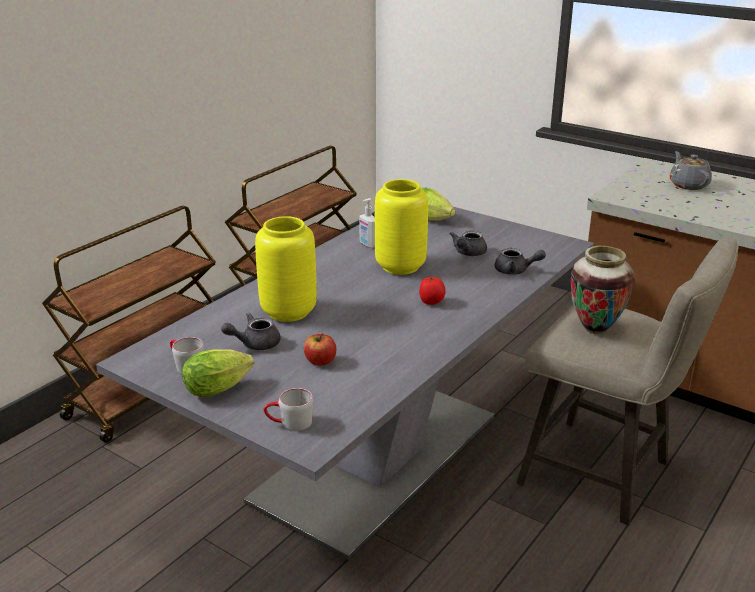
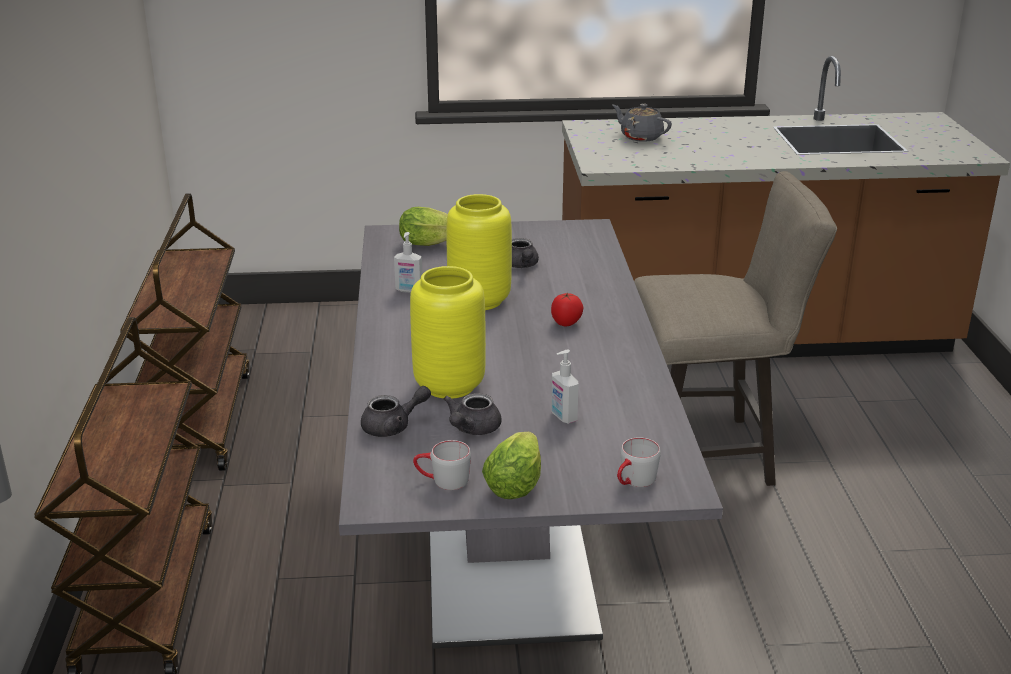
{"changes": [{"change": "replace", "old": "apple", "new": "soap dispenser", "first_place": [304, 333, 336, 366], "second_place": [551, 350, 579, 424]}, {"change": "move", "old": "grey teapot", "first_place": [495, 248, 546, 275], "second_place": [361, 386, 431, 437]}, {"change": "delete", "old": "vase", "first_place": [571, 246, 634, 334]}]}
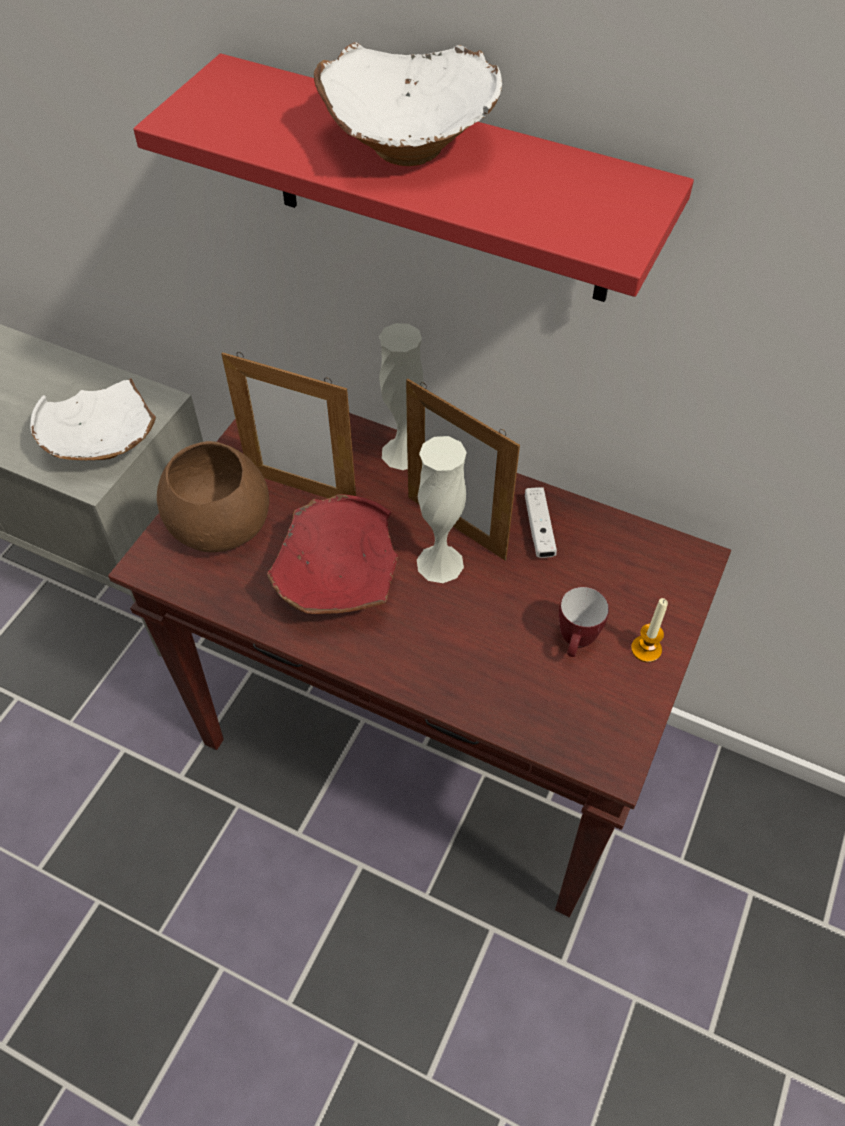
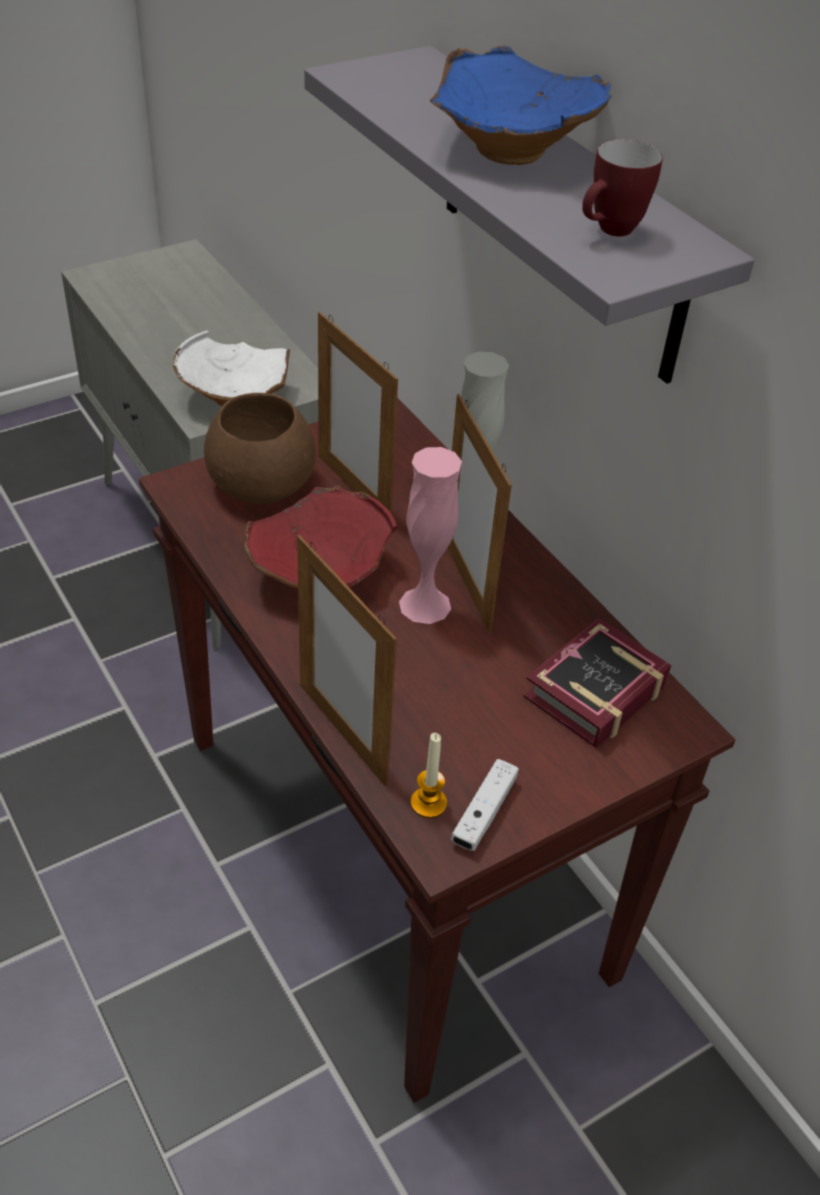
{"changes": [{"change": "recolor", "old": "red shelf", "new": "grey shelf", "first_place": [133, 54, 694, 302], "second_place": [304, 46, 754, 384]}, {"change": "recolor", "old": "white bowl", "new": "blue bowl", "first_place": [314, 42, 502, 166], "second_place": [430, 46, 612, 165]}, {"change": "recolor", "old": "white vase", "new": "pink vase", "first_place": [417, 436, 467, 583], "second_place": [399, 447, 462, 624]}, {"change": "move", "old": "white game controller", "first_place": [525, 487, 557, 558], "second_place": [451, 759, 519, 851]}, {"change": "move", "old": "mug", "first_place": [559, 587, 609, 657], "second_place": [582, 139, 663, 237]}, {"change": "move", "old": "candle", "first_place": [631, 598, 668, 663], "second_place": [411, 733, 447, 818]}, {"change": "insert", "new": "picture frame", "second_place": [297, 535, 397, 787]}, {"change": "insert", "new": "book", "second_place": [524, 618, 671, 748]}]}
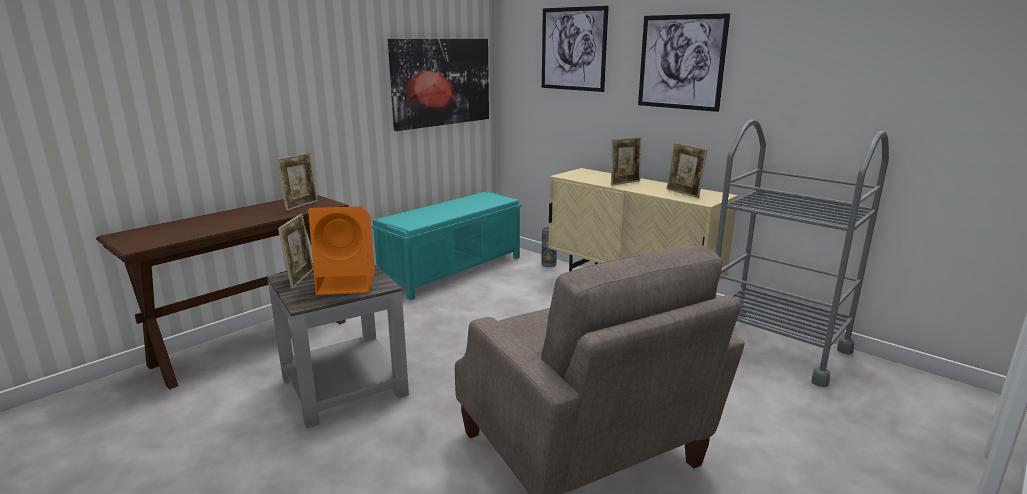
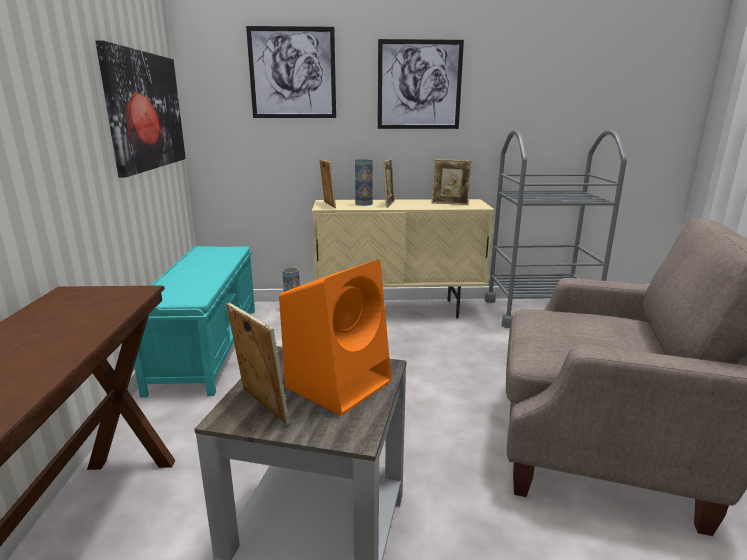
{"changes": [{"change": "move", "old": "picture frame", "first_place": [277, 153, 318, 211], "second_place": [319, 159, 336, 208]}, {"change": "insert", "new": "vase", "second_place": [355, 158, 373, 206]}]}
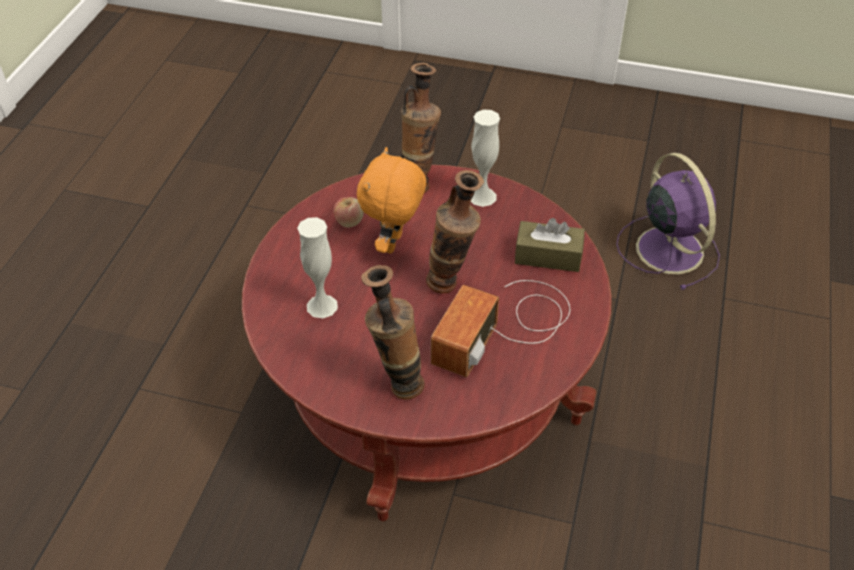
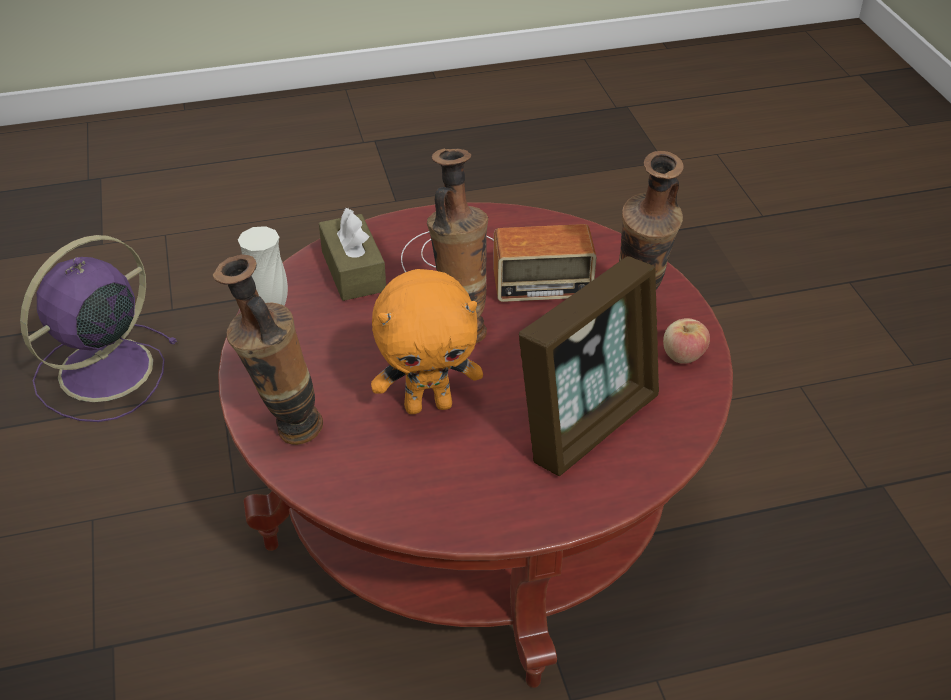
{"changes": [{"change": "replace", "old": "white vase", "new": "picture frame", "first_place": [297, 217, 338, 318], "second_place": [519, 256, 659, 476]}, {"change": "move", "old": "apple", "first_place": [333, 197, 363, 228], "second_place": [663, 318, 710, 364]}]}
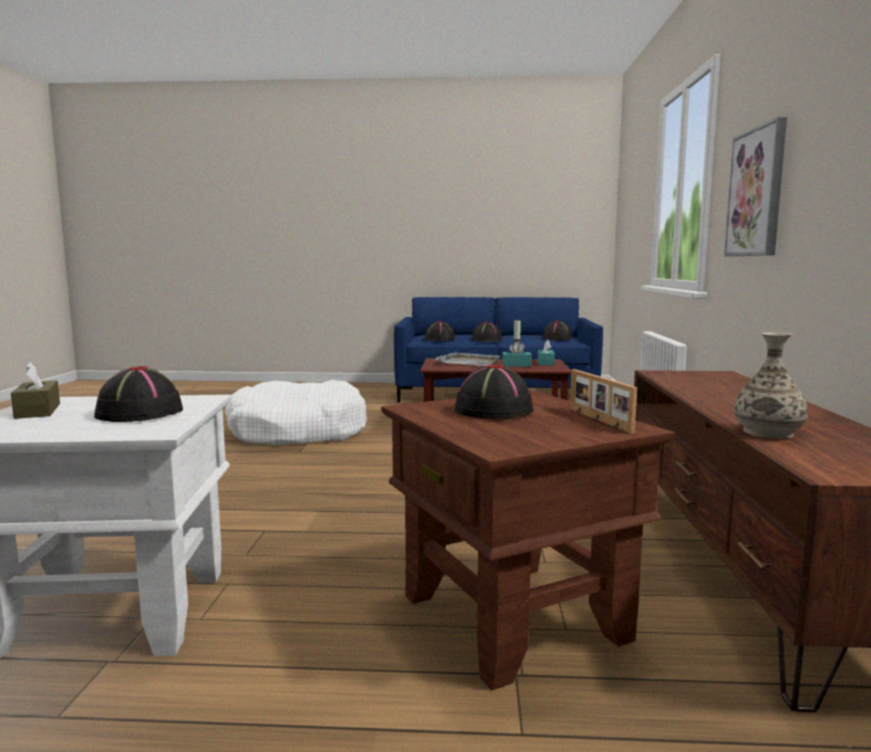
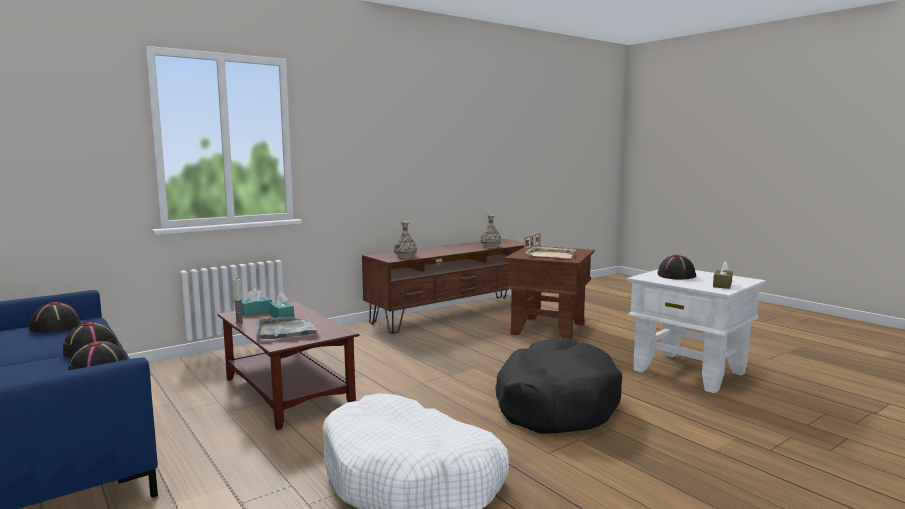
{"changes": [{"change": "replace", "old": "black hat", "new": "beige tray", "first_place": [454, 364, 534, 419], "second_place": [526, 246, 575, 258]}, {"change": "delete", "old": "picture", "first_place": [724, 117, 787, 256]}, {"change": "insert", "new": "vase", "second_place": [394, 221, 417, 258]}, {"change": "insert", "new": "black dog bed", "second_place": [495, 339, 622, 433]}]}
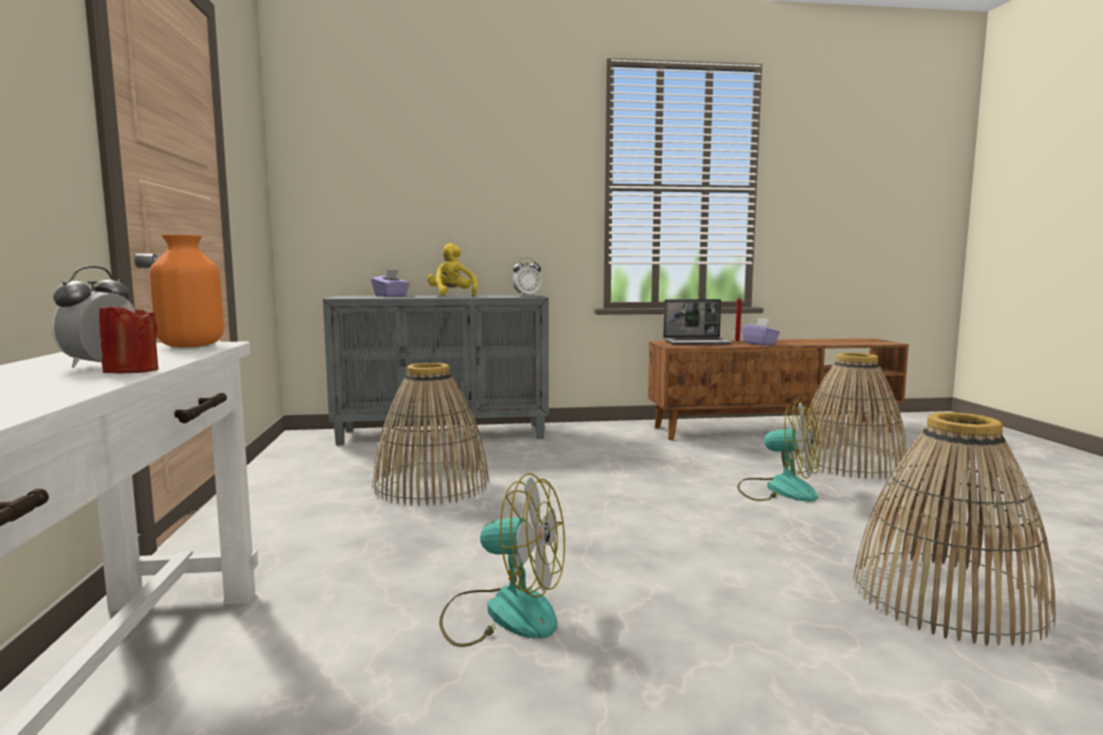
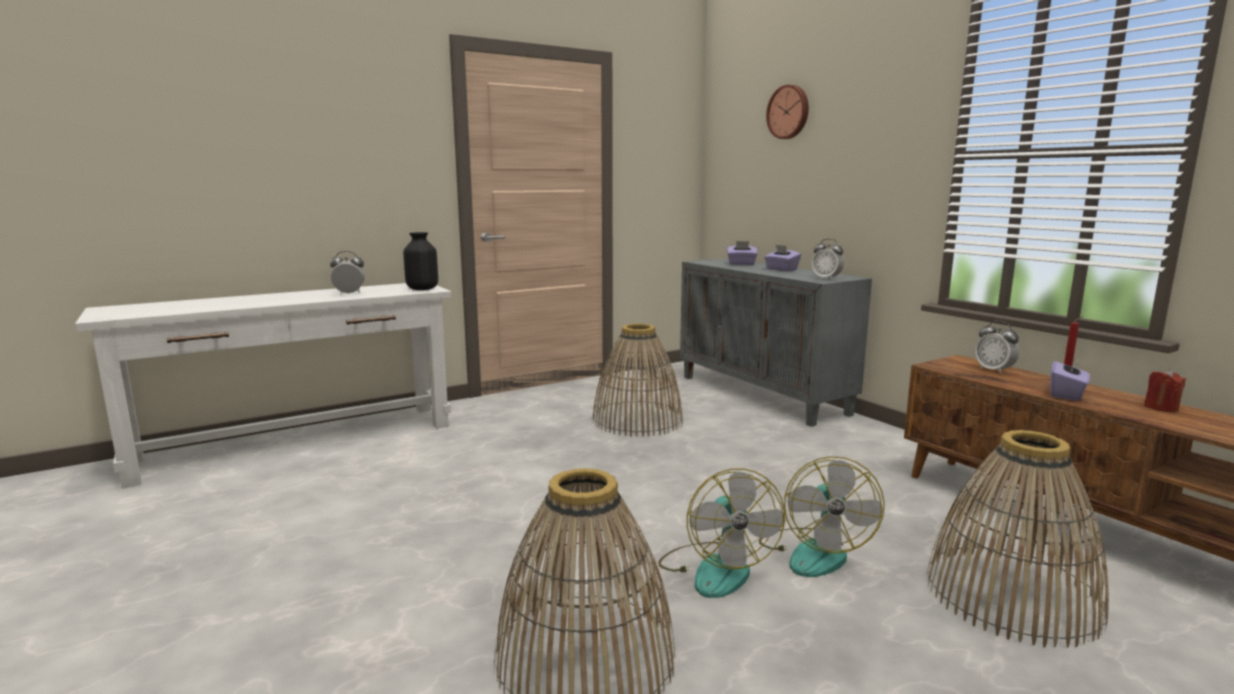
{"changes": [{"change": "move", "old": "red candle", "first_place": [99, 300, 159, 374], "second_place": [1144, 369, 1186, 412]}, {"change": "recolor", "old": "orange vase", "new": "black vase", "first_place": [150, 235, 224, 347], "second_place": [403, 232, 438, 290]}, {"change": "replace", "old": "yellow plush toy", "new": "purple tissue box", "first_place": [427, 243, 478, 297], "second_place": [764, 245, 801, 271]}, {"change": "move", "old": "fan", "first_place": [439, 473, 565, 647], "second_place": [658, 468, 785, 598]}, {"change": "replace", "old": "laptop", "new": "alarm clock", "first_place": [663, 299, 733, 345], "second_place": [975, 321, 1020, 374]}, {"change": "insert", "new": "wall clock", "second_place": [766, 85, 809, 139]}]}
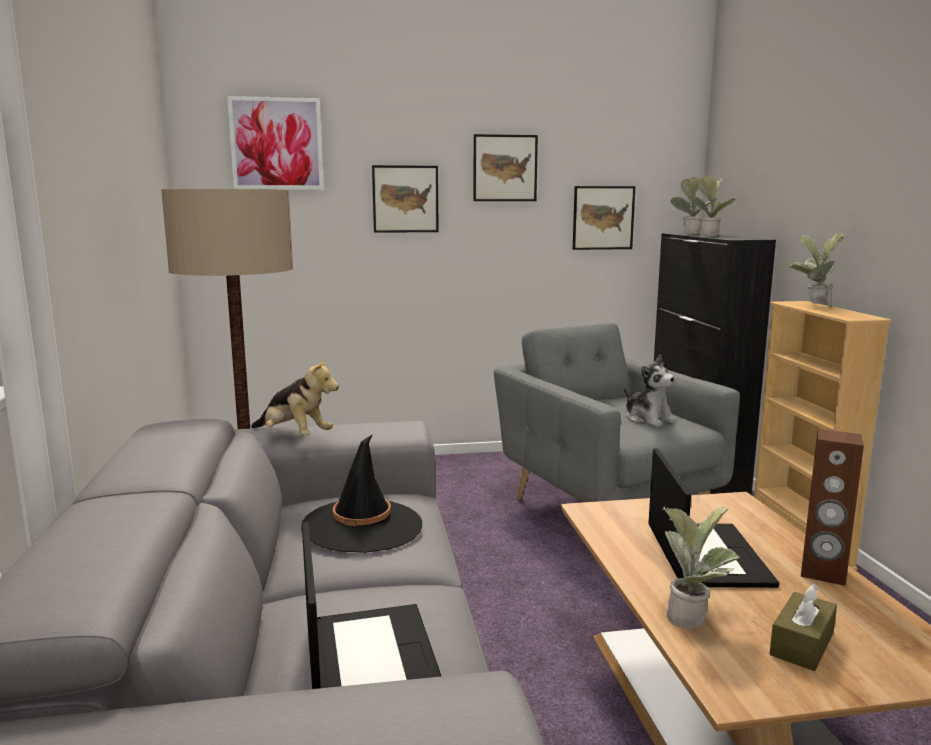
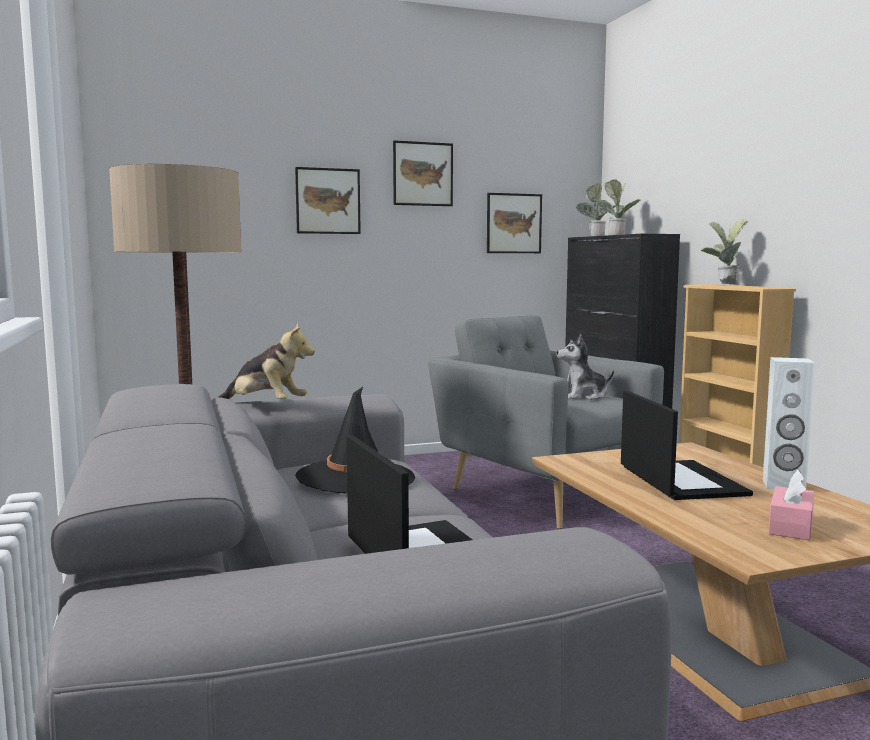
{"changes": [{"change": "delete", "old": "picture", "first_place": [227, 96, 324, 190]}, {"change": "rotate", "old": "plush toy", "first_place": [624, 354, 677, 427], "second_place": [557, 334, 614, 400], "degrees": 120}, {"change": "delete", "old": "potted plant", "first_place": [663, 506, 741, 629]}, {"change": "recolor", "old": "brown tissue box", "new": "pink tissue box", "first_place": [770, 583, 837, 671], "second_place": [768, 470, 814, 540]}, {"change": "recolor", "old": "brown speaker", "new": "white speaker", "first_place": [801, 429, 864, 586], "second_place": [763, 357, 815, 489]}]}
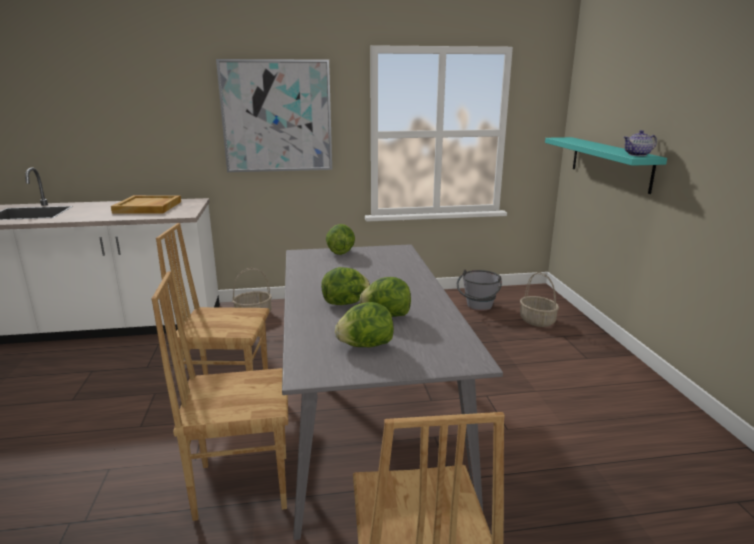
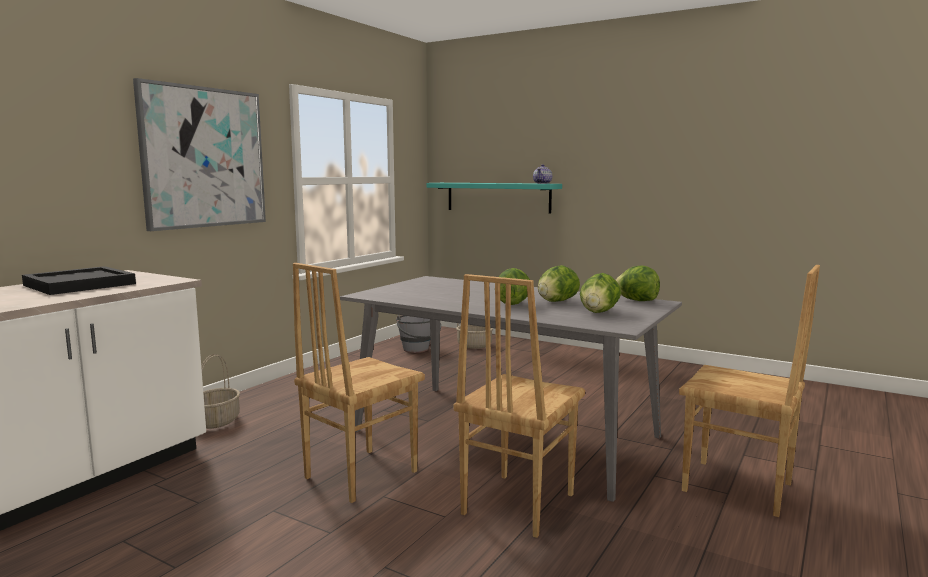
{"changes": [{"change": "recolor", "old": "beige tray", "new": "black tray", "first_place": [111, 195, 181, 213], "second_place": [22, 266, 136, 295]}, {"change": "move", "old": "lettuce", "first_place": [326, 224, 355, 255], "second_place": [616, 266, 660, 301]}]}
